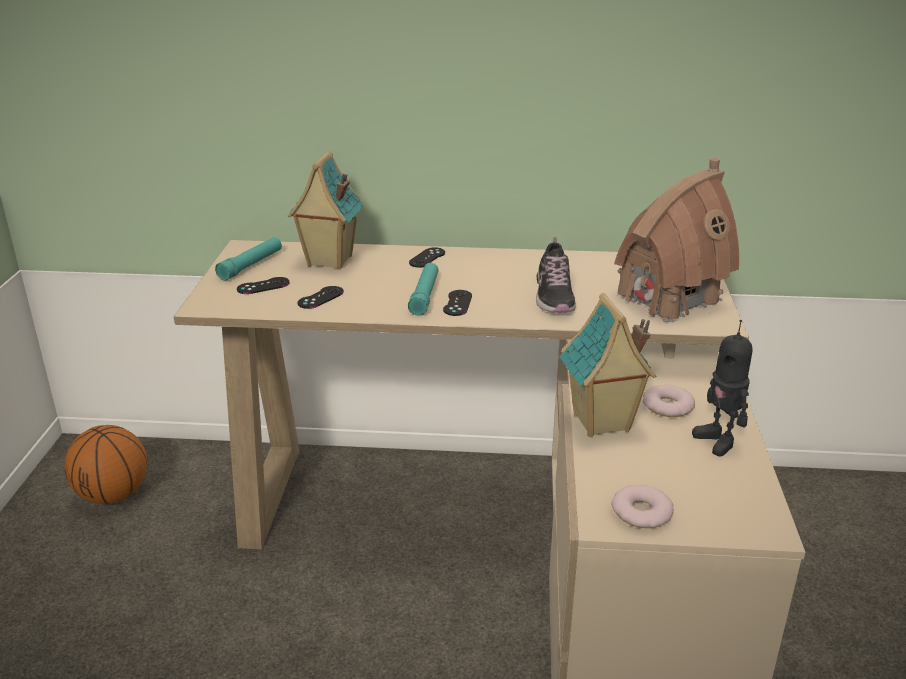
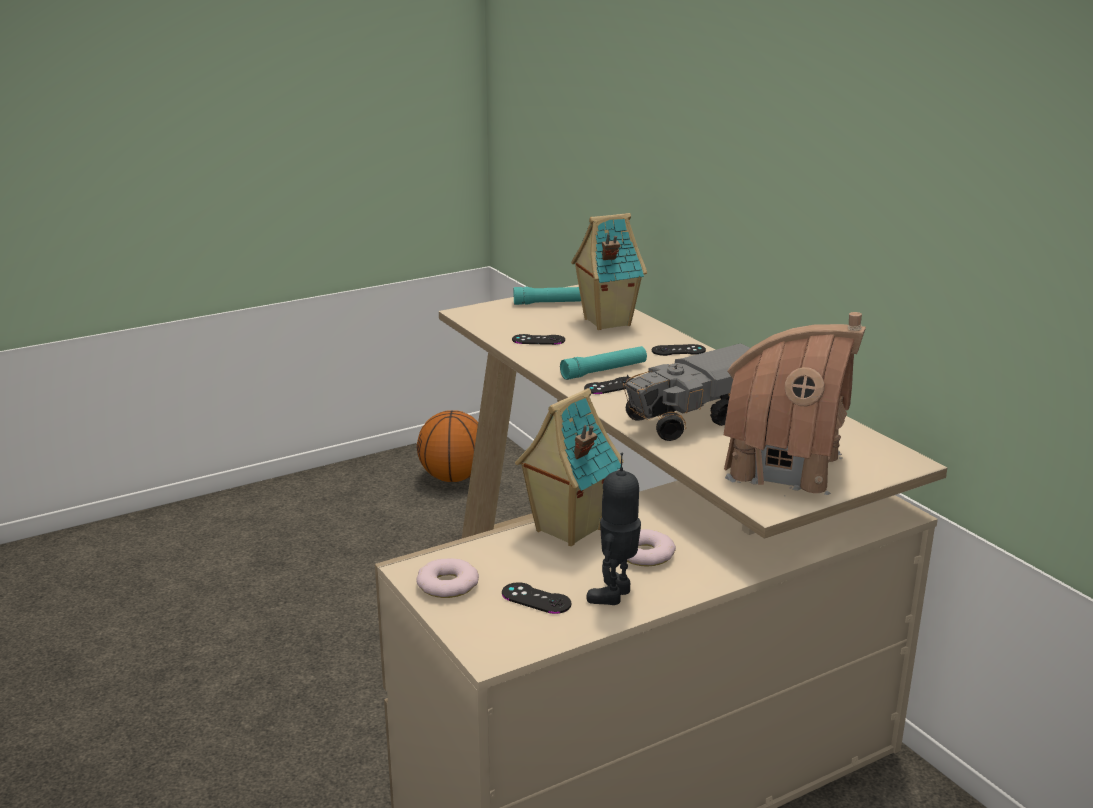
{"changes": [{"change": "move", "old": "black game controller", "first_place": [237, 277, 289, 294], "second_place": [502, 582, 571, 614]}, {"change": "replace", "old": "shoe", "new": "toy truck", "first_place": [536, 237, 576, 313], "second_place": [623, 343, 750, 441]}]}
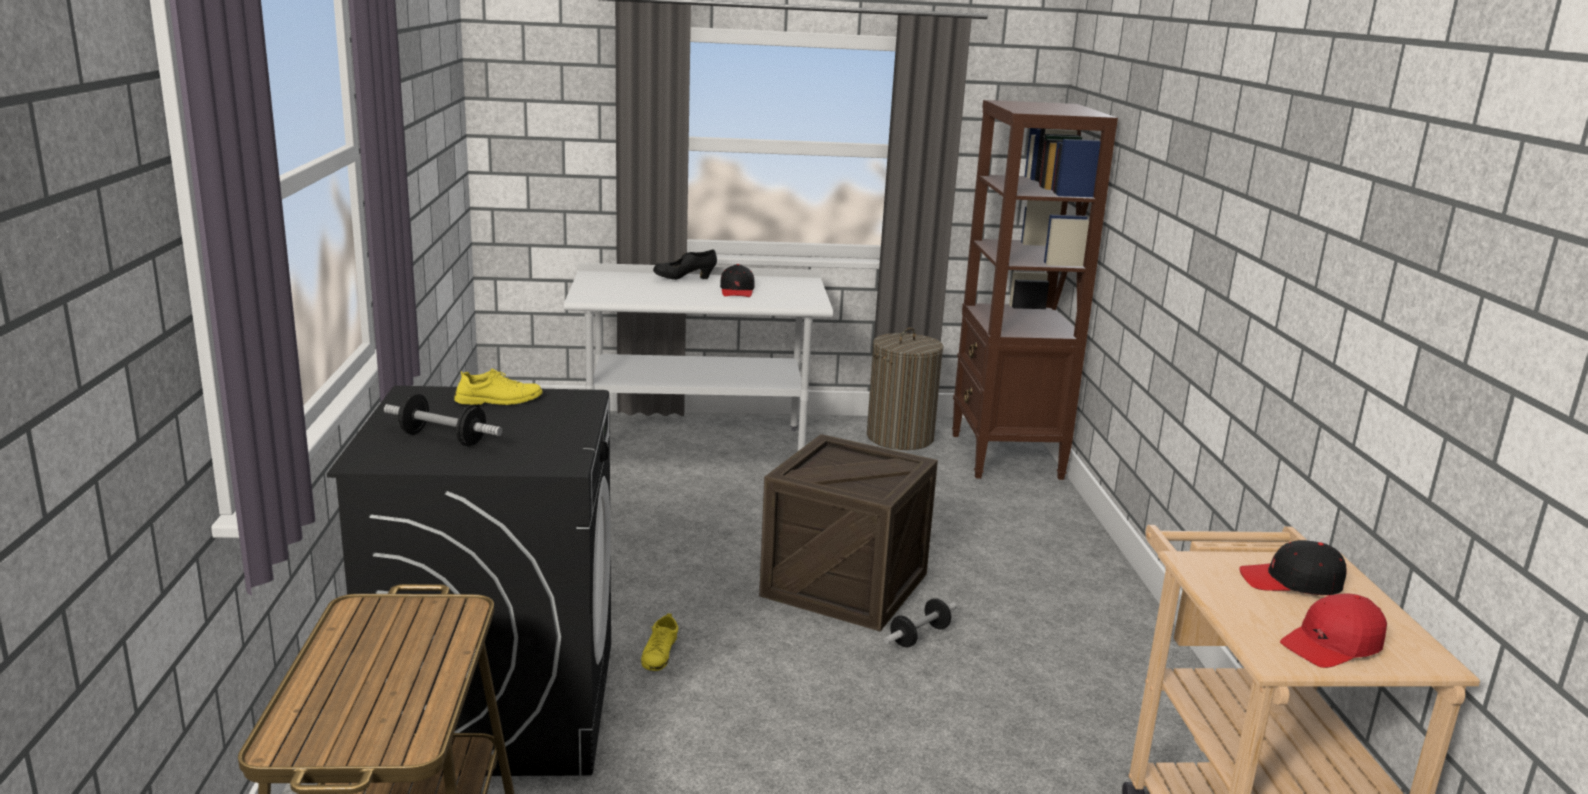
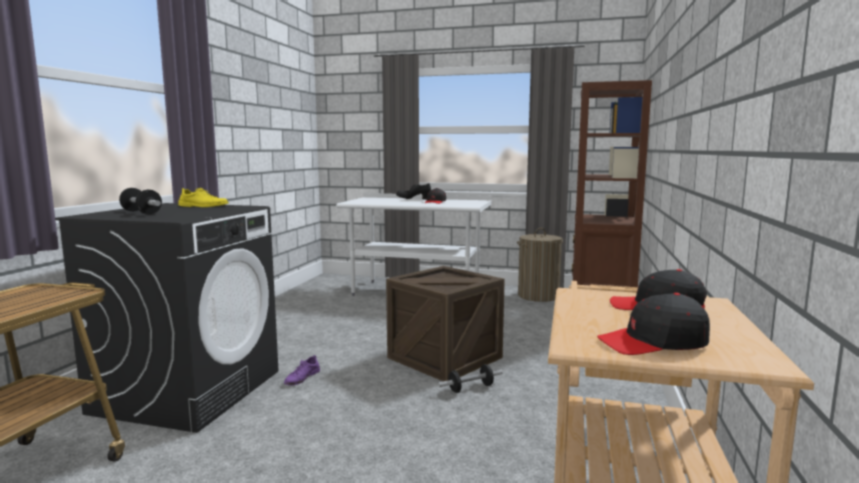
{"changes": [{"change": "recolor", "old": "yellow shoe", "new": "purple shoe", "first_place": [641, 613, 678, 671], "second_place": [284, 355, 320, 385]}, {"change": "recolor", "old": "red cap", "new": "black cap", "first_place": [1280, 594, 1387, 668], "second_place": [597, 293, 710, 355]}]}
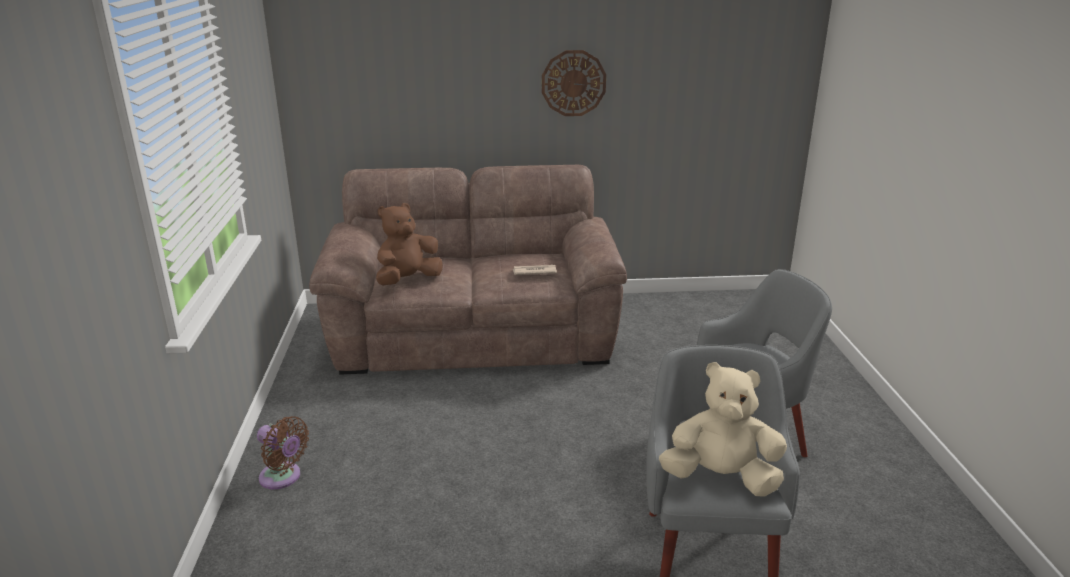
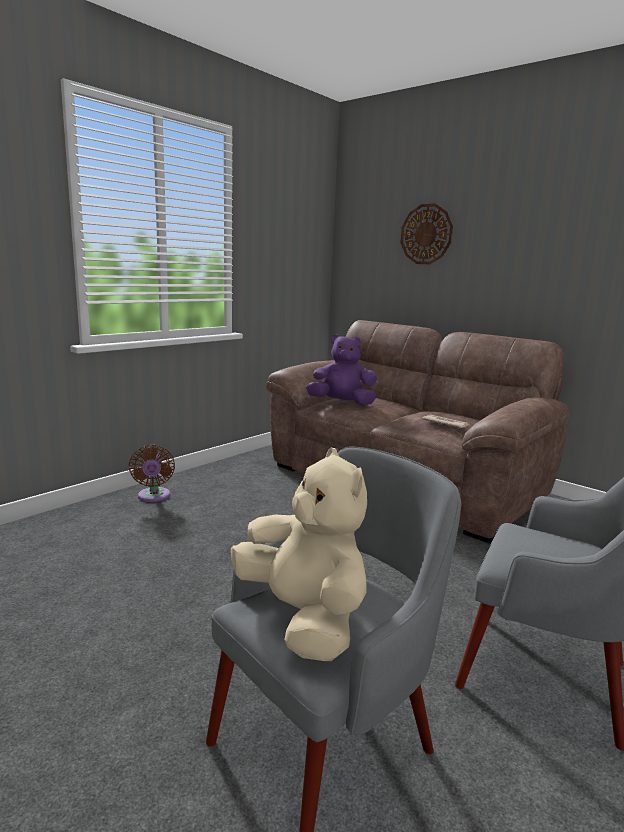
{"changes": [{"change": "recolor", "old": "brown plush toy", "new": "purple plush toy", "first_place": [376, 203, 442, 285], "second_place": [306, 334, 377, 405]}, {"change": "move", "old": "wall clock", "first_place": [542, 50, 606, 116], "second_place": [400, 204, 453, 264]}]}
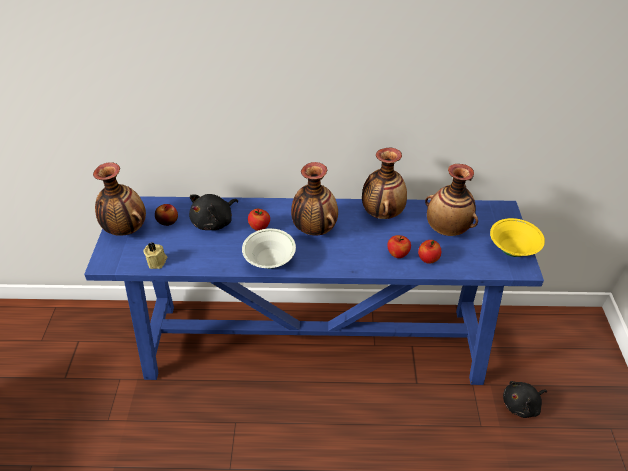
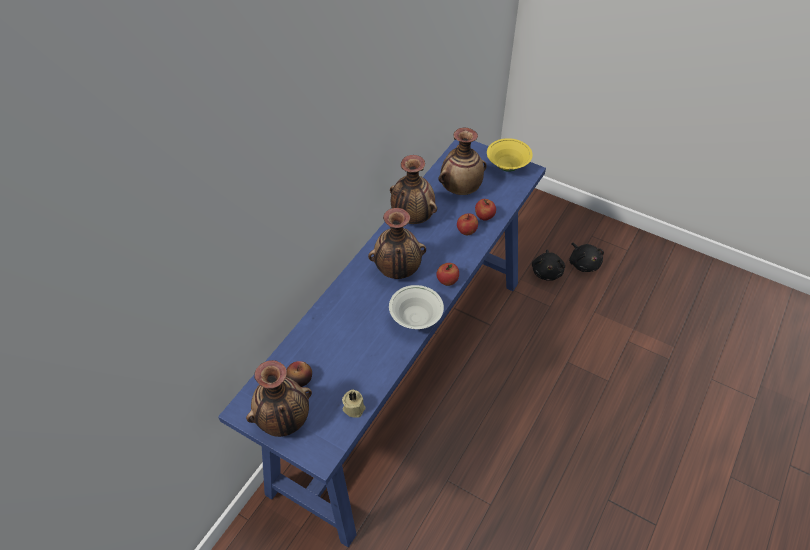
{"changes": [{"change": "move", "old": "black plush toy", "first_place": [189, 194, 238, 230], "second_place": [569, 243, 604, 272]}, {"change": "move", "old": "apple", "first_place": [248, 209, 270, 231], "second_place": [436, 263, 459, 286]}]}
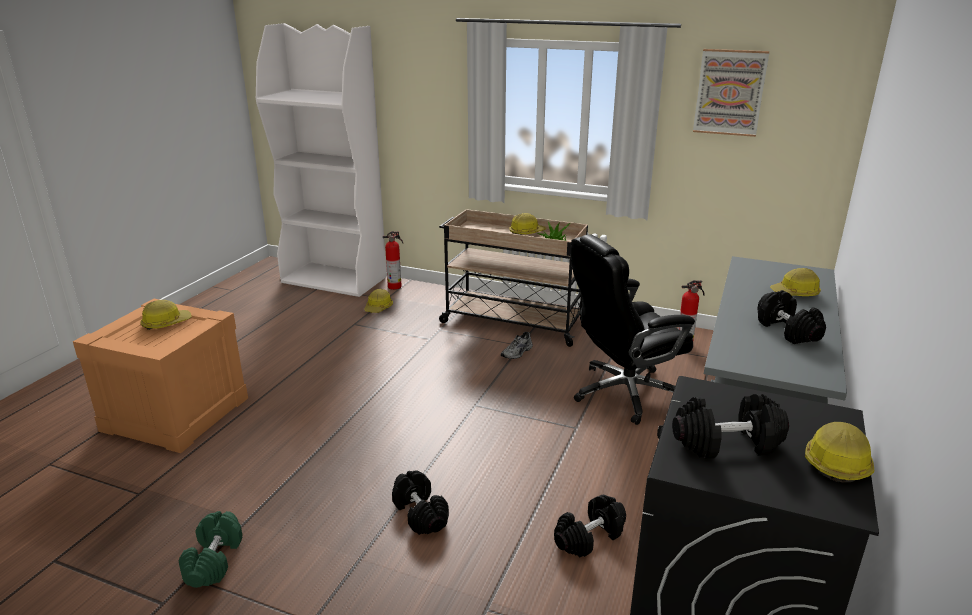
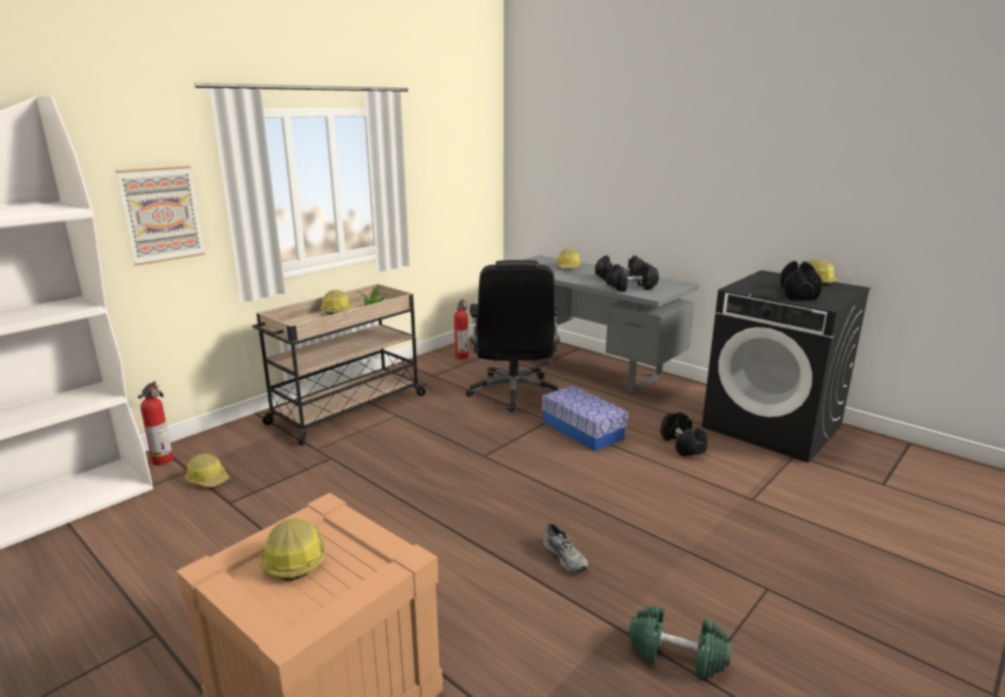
{"changes": [{"change": "move", "old": "black dumbbell", "first_place": [392, 470, 449, 535], "second_place": [605, 263, 659, 291]}, {"change": "move", "old": "grey shoe", "first_place": [501, 332, 533, 359], "second_place": [543, 523, 588, 573]}, {"change": "move", "old": "picture", "first_place": [693, 49, 770, 137], "second_place": [116, 166, 205, 266]}, {"change": "insert", "new": "storage box", "second_place": [542, 386, 628, 451]}]}
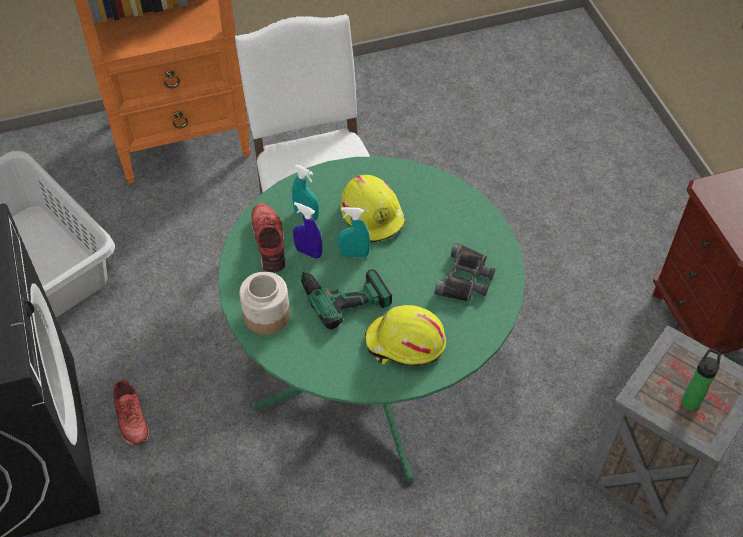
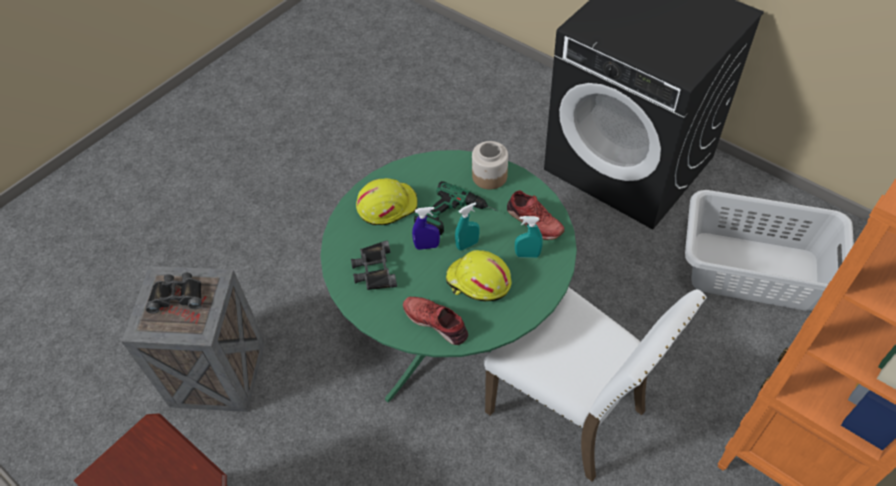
{"changes": [{"change": "move", "old": "red shoe", "first_place": [113, 381, 149, 445], "second_place": [403, 297, 468, 345]}, {"change": "move", "old": "blue spray bottle", "first_place": [293, 202, 323, 259], "second_place": [412, 207, 440, 250]}, {"change": "replace", "old": "bottle", "new": "black binoculars", "first_place": [681, 349, 721, 411], "second_place": [146, 273, 202, 314]}]}
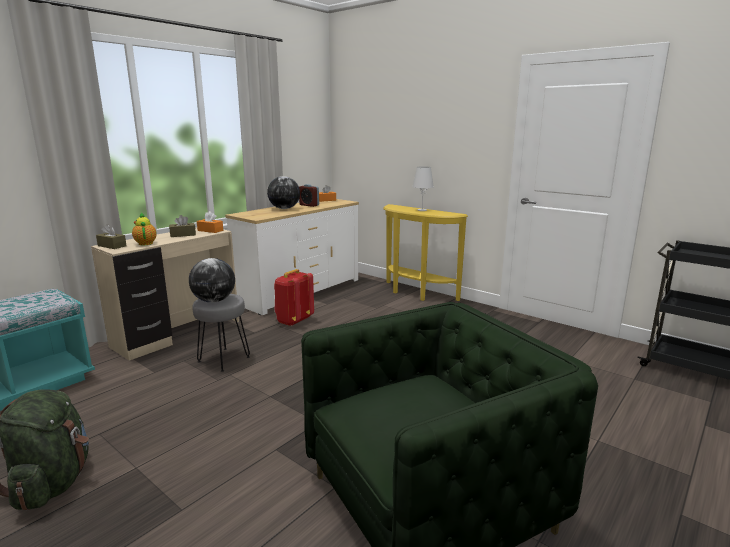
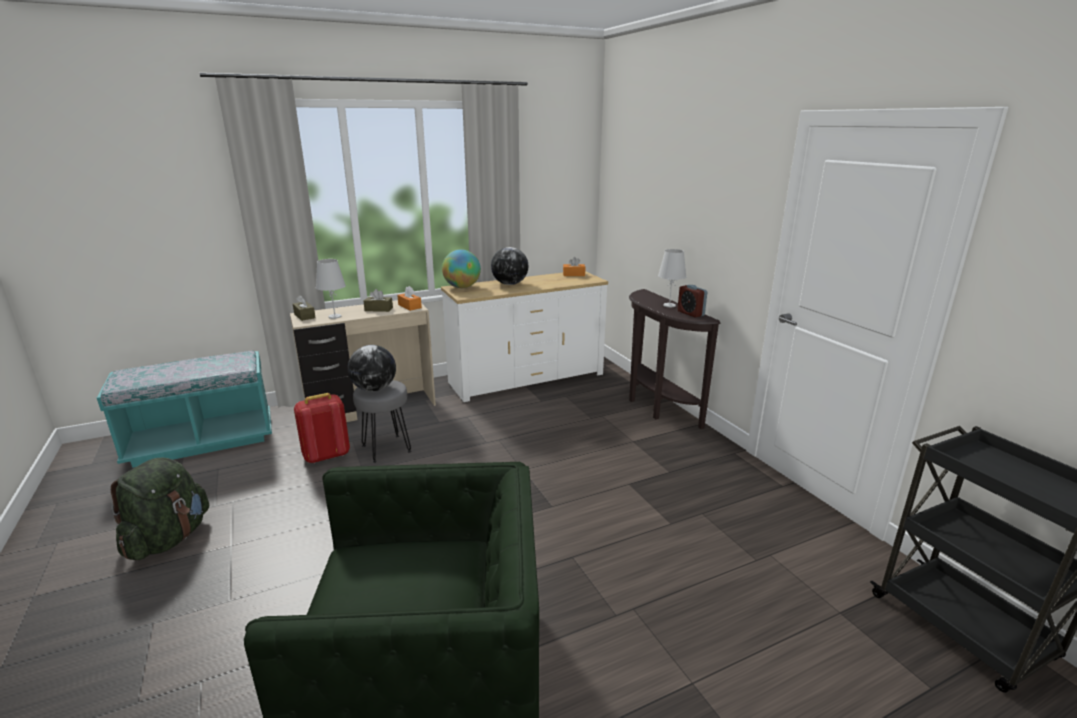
{"changes": [{"change": "replace", "old": "teapot", "new": "white table lamp", "first_place": [132, 212, 157, 245], "second_place": [316, 259, 346, 319]}, {"change": "move", "old": "red backpack", "first_place": [274, 269, 314, 326], "second_place": [294, 393, 350, 464]}, {"change": "move", "old": "alarm clock", "first_place": [299, 184, 319, 207], "second_place": [678, 285, 707, 317]}, {"change": "recolor", "old": "yellow console table", "new": "brown console table", "first_place": [383, 204, 468, 301], "second_place": [629, 289, 721, 429]}, {"change": "insert", "new": "globe", "second_place": [442, 249, 481, 288]}]}
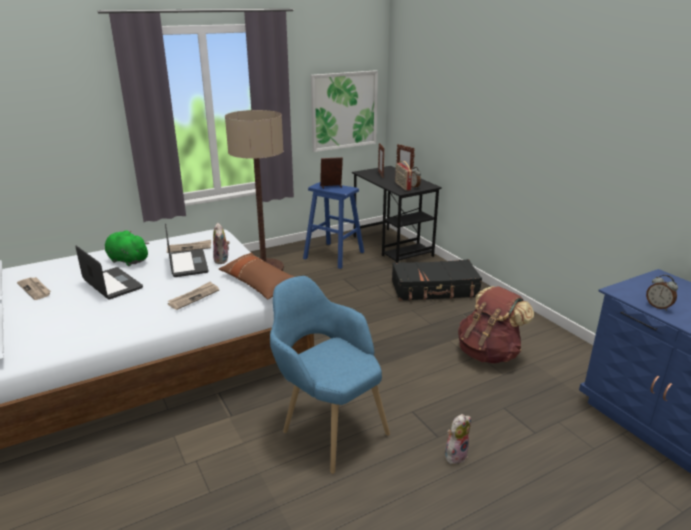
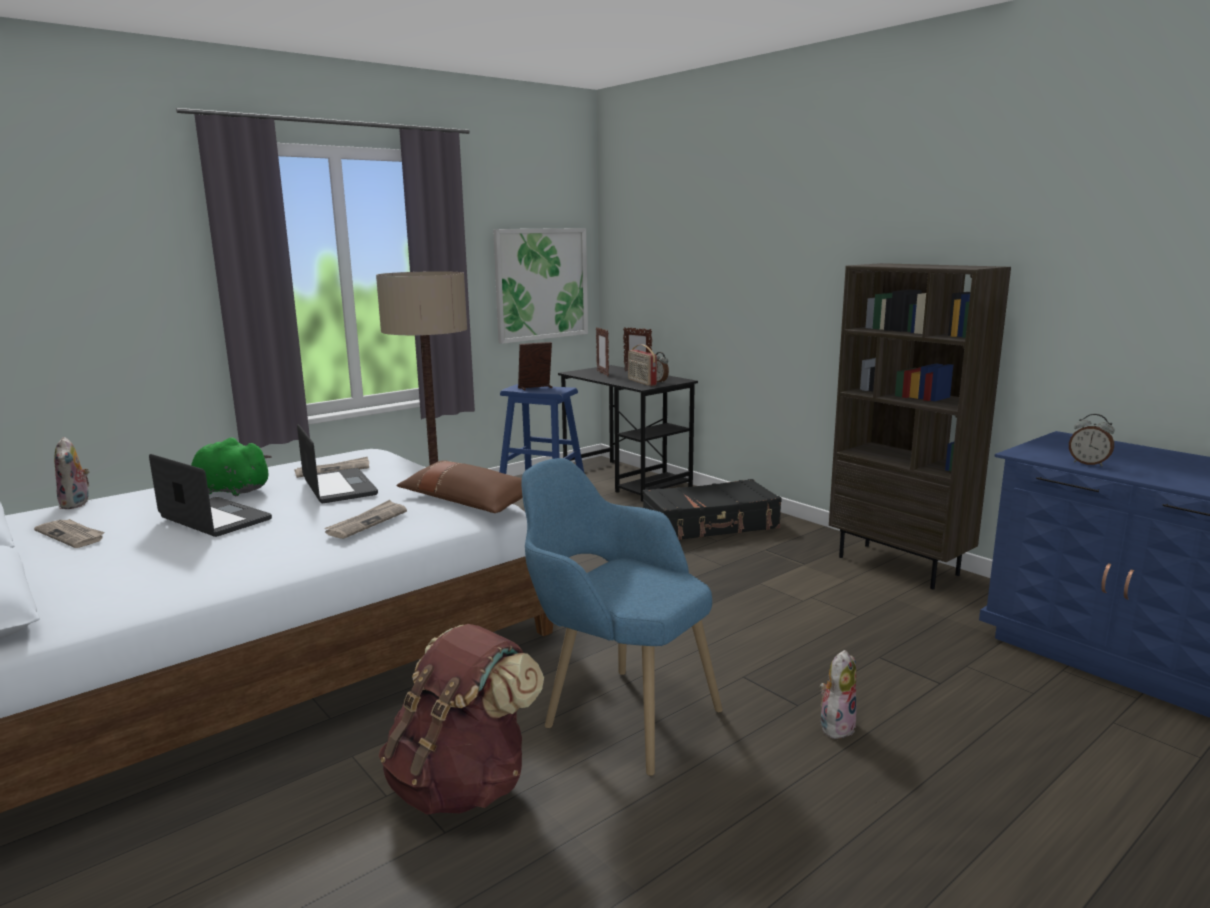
{"changes": [{"change": "move", "old": "plush toy", "first_place": [213, 223, 230, 264], "second_place": [54, 437, 90, 509]}, {"change": "move", "old": "brown backpack", "first_place": [458, 286, 534, 363], "second_place": [379, 624, 544, 815]}, {"change": "insert", "new": "brown bookcase", "second_place": [829, 263, 1011, 589]}]}
